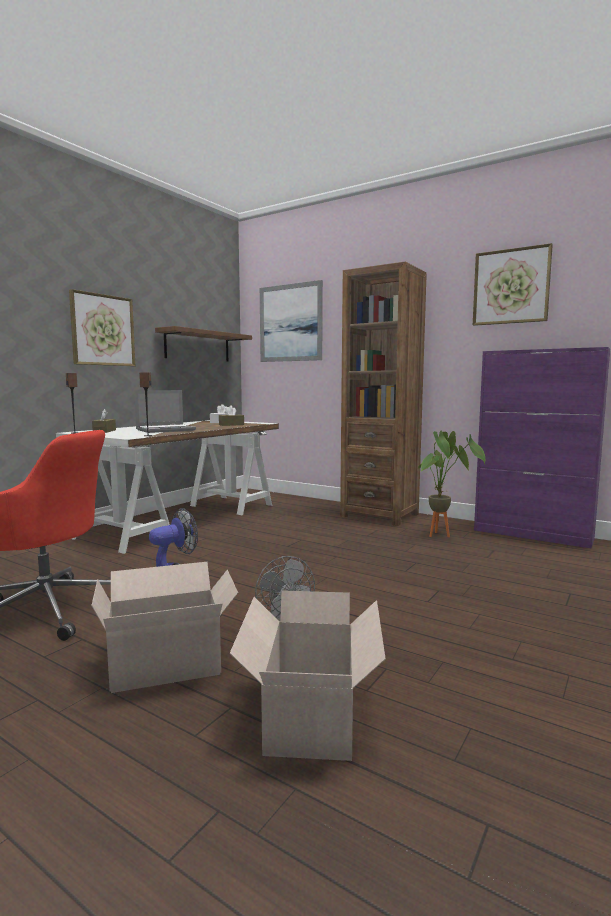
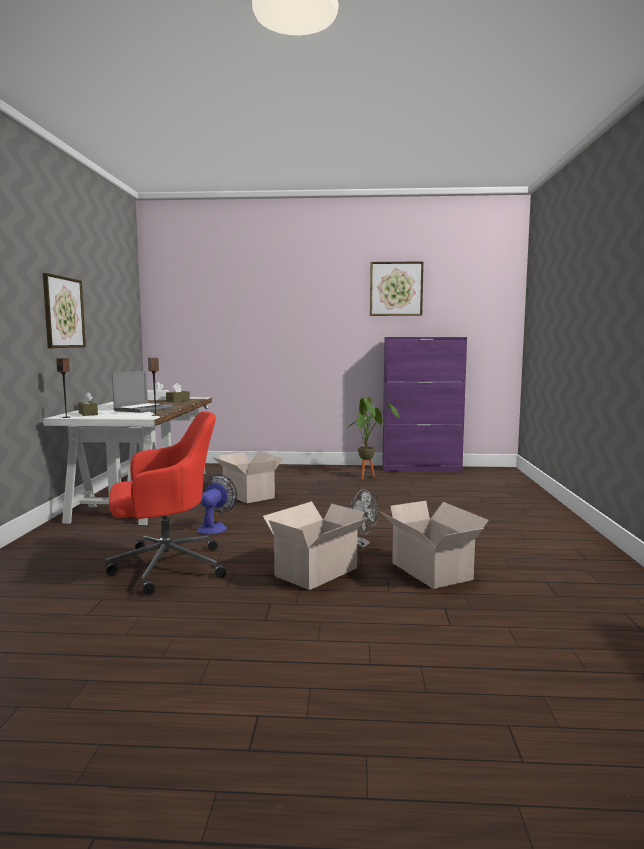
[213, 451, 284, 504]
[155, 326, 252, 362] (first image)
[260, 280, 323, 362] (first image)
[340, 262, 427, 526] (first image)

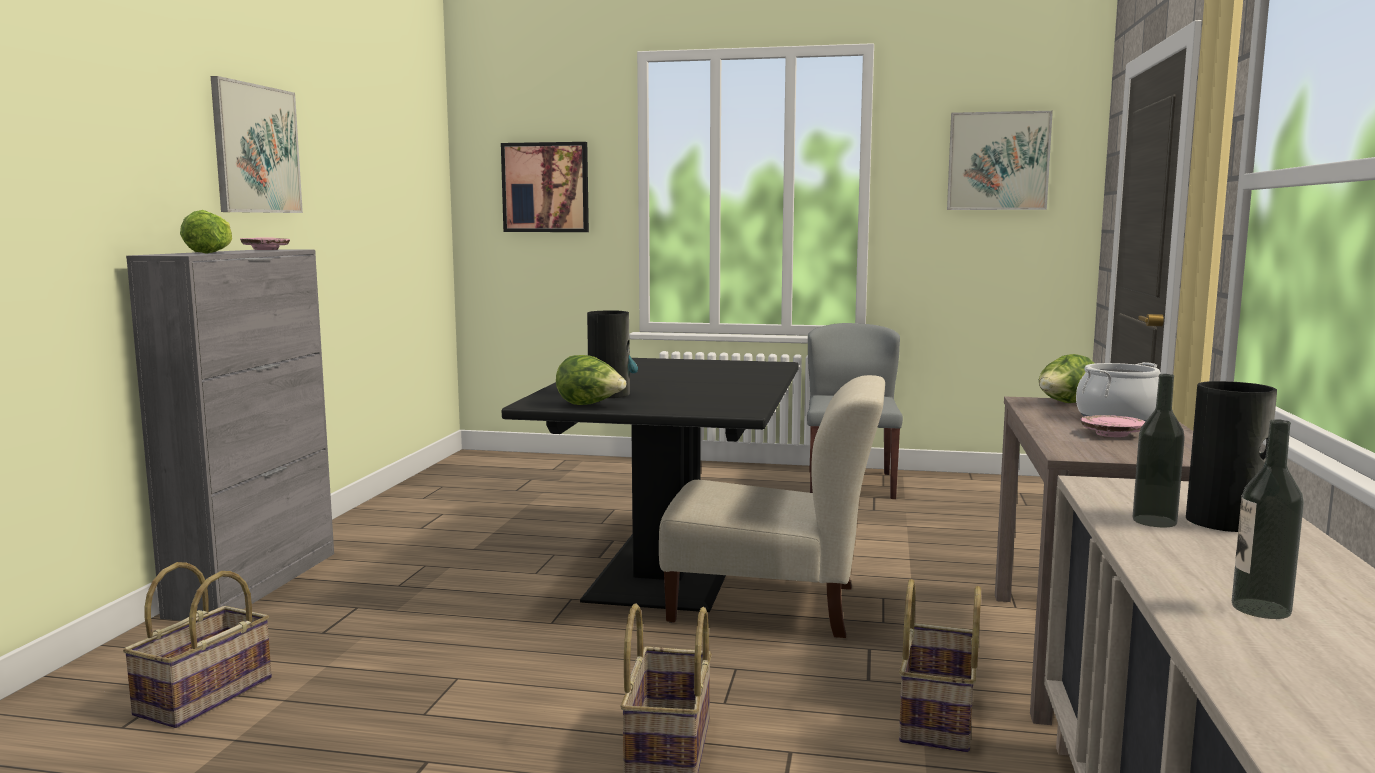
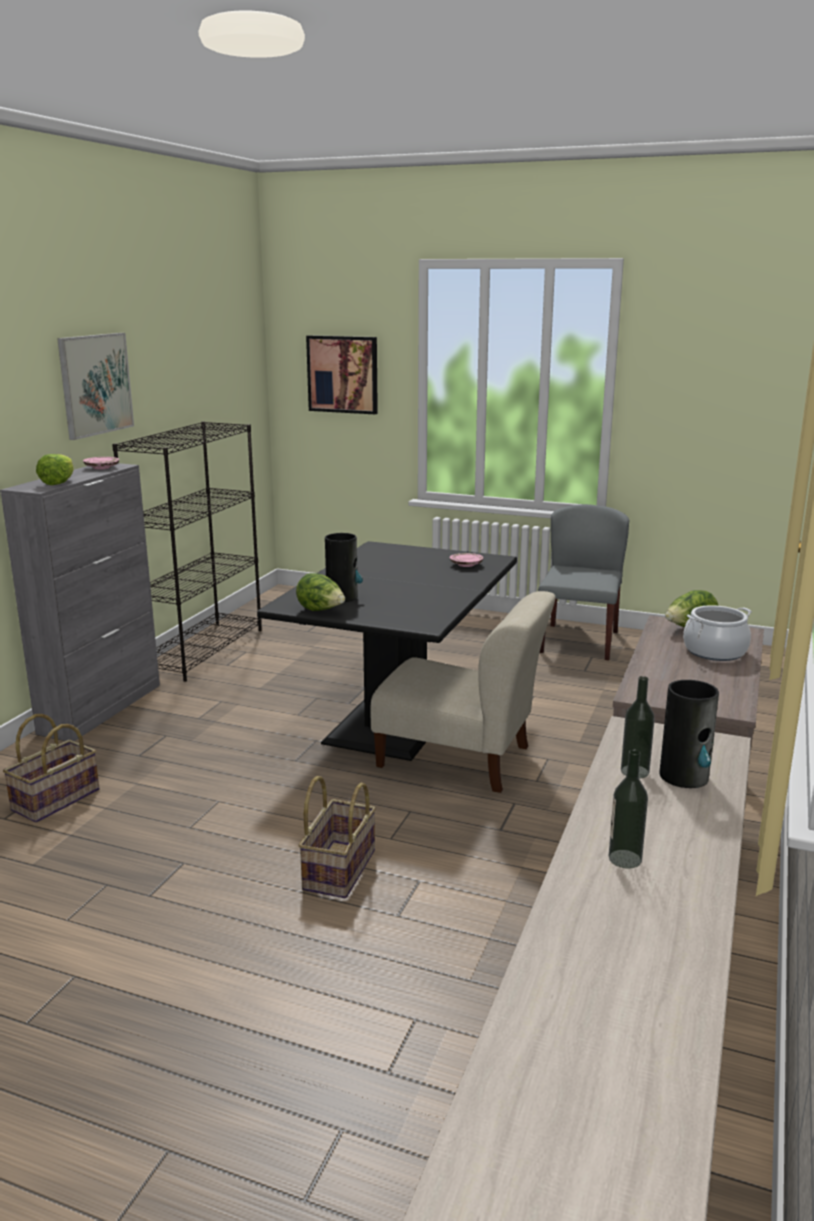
[112, 421, 262, 682]
[450, 553, 483, 567]
[899, 579, 981, 752] (first image)
[947, 111, 1053, 210] (first image)

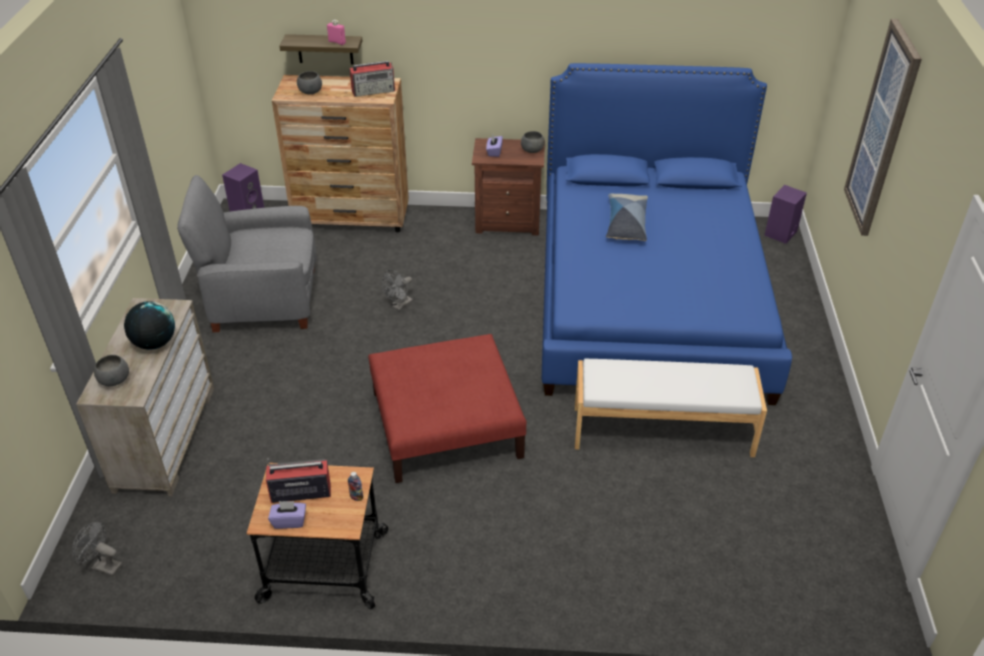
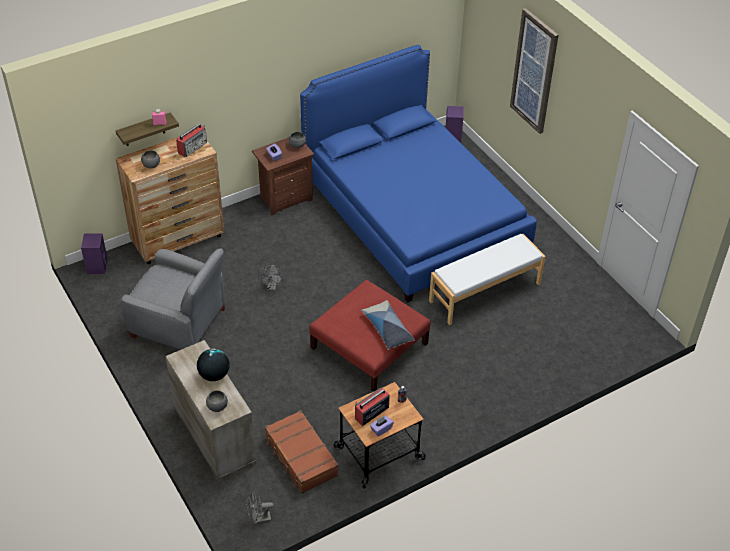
[121, 249, 225, 350]
[265, 410, 339, 494]
[361, 300, 415, 350]

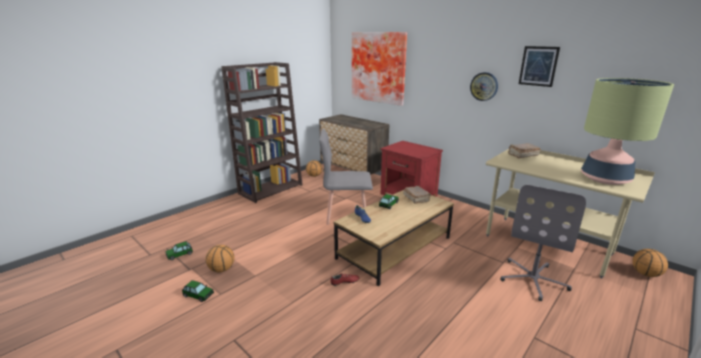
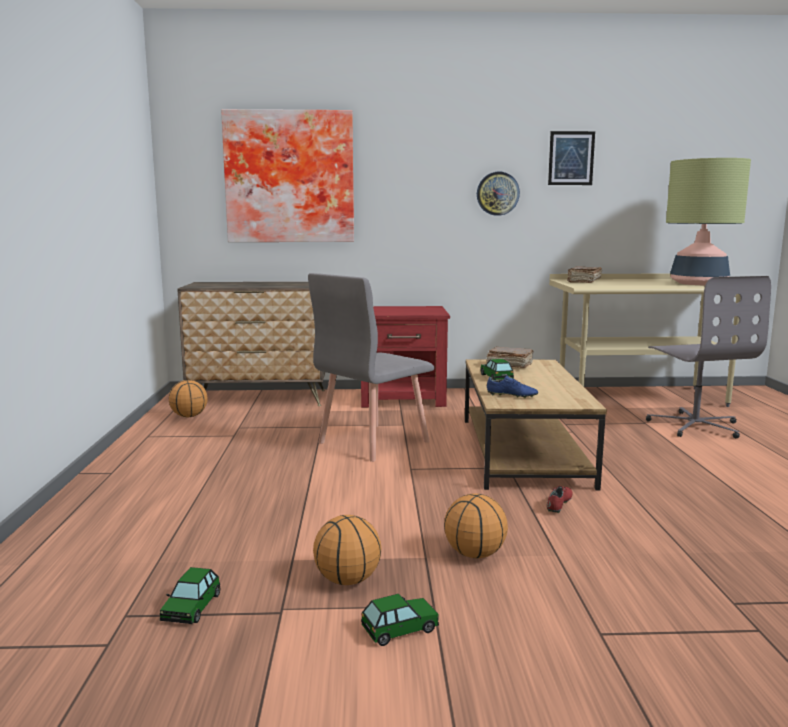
[444, 493, 508, 558]
[221, 62, 303, 203] (first image)

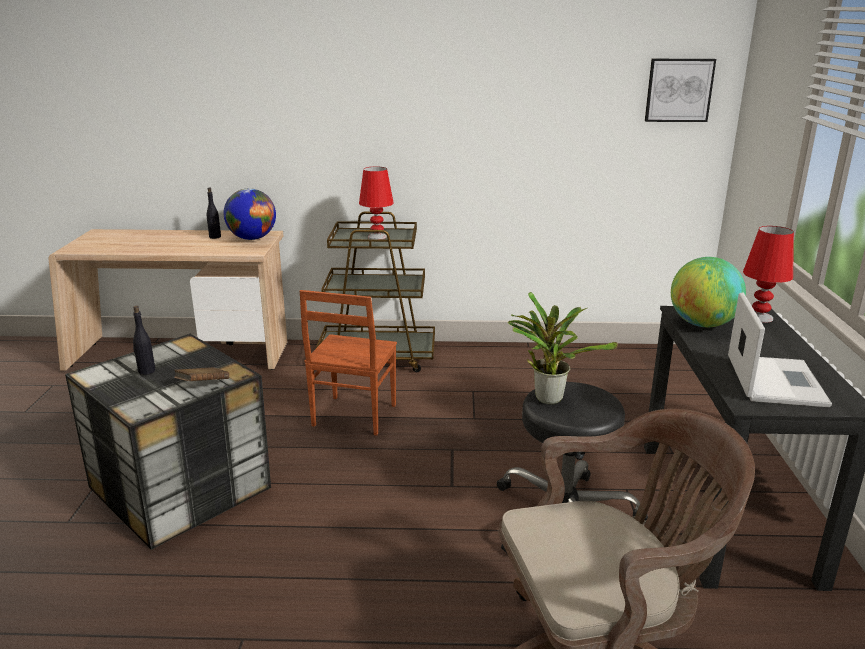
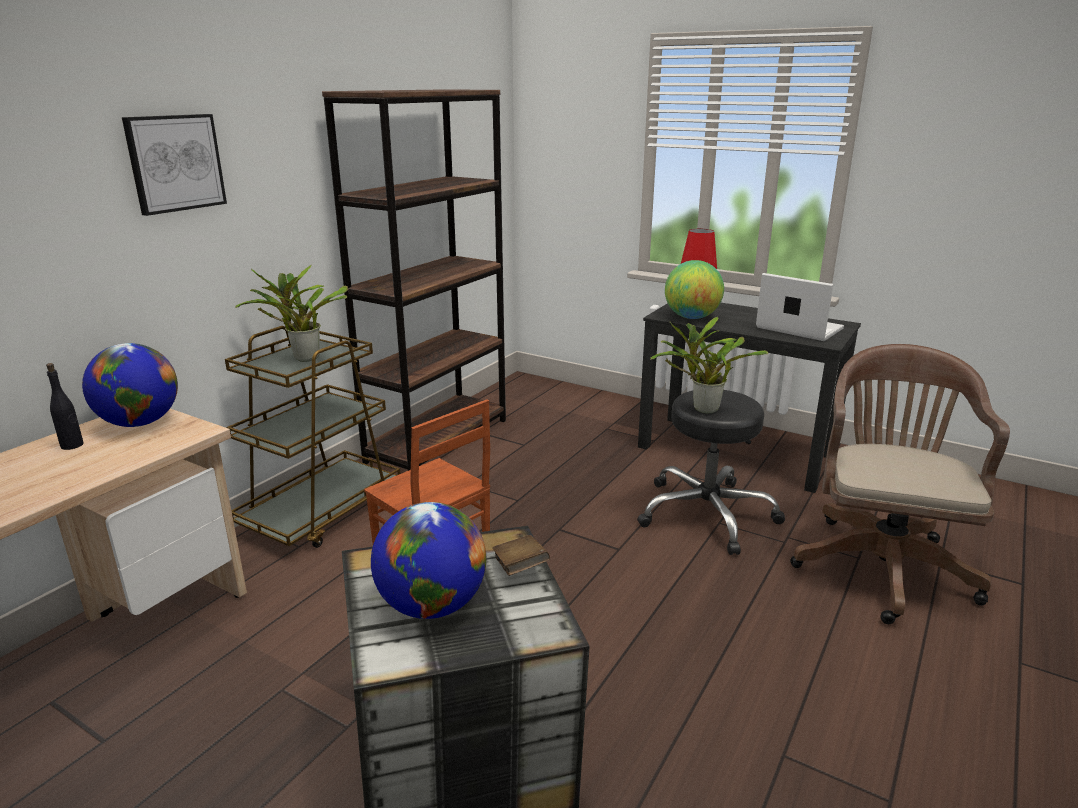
[122, 114, 227, 216]
[235, 265, 348, 362]
[322, 89, 506, 471]
[371, 502, 486, 619]

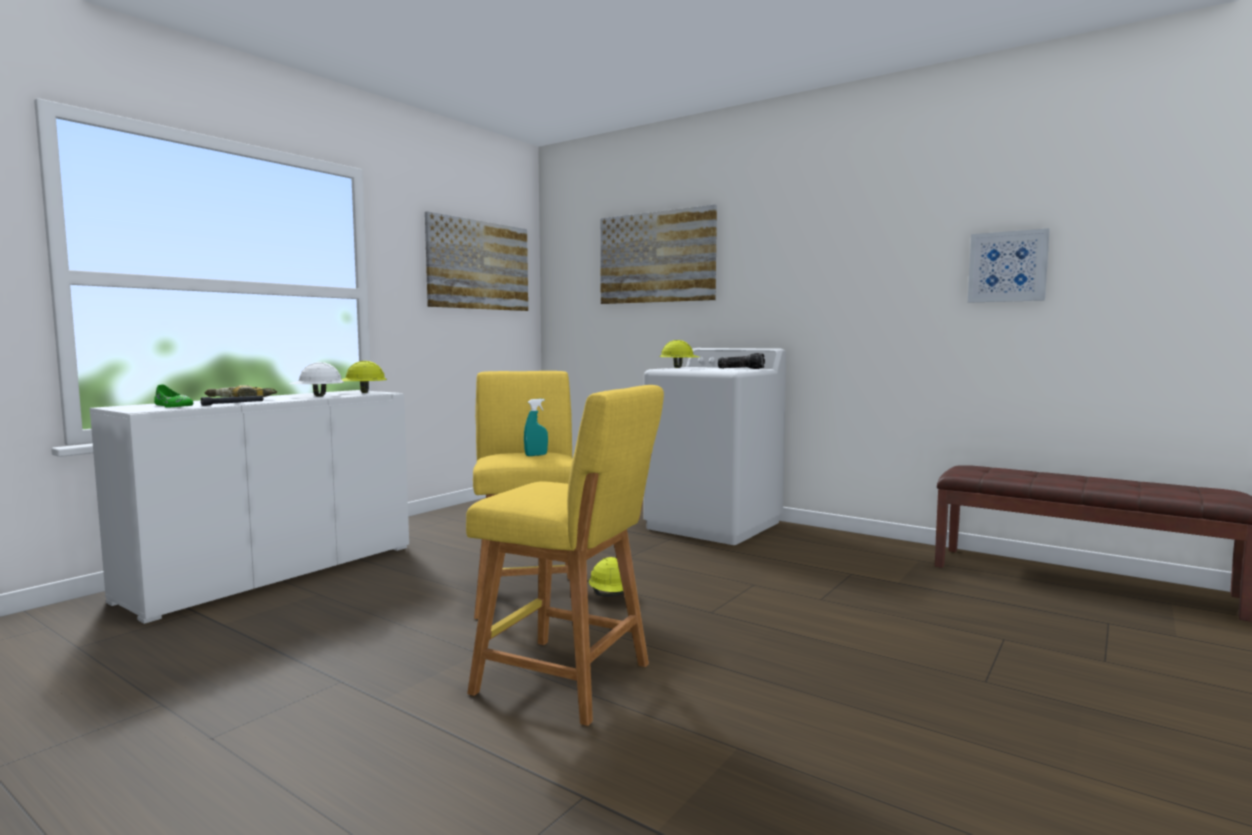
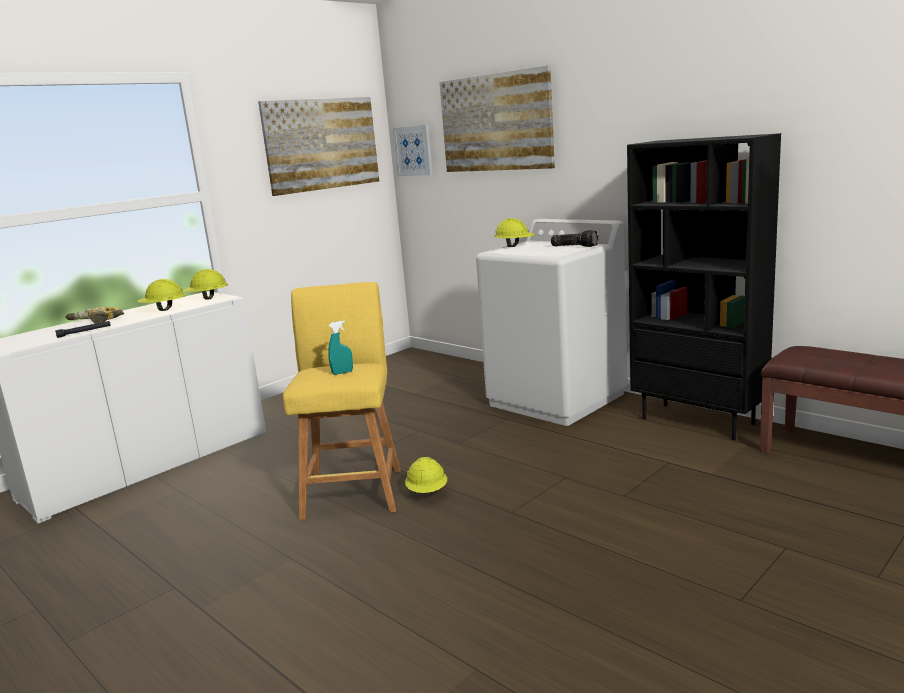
[137, 279, 185, 311]
[393, 125, 433, 176]
[627, 133, 781, 440]
[154, 385, 193, 408] (first image)
[466, 385, 664, 726] (first image)

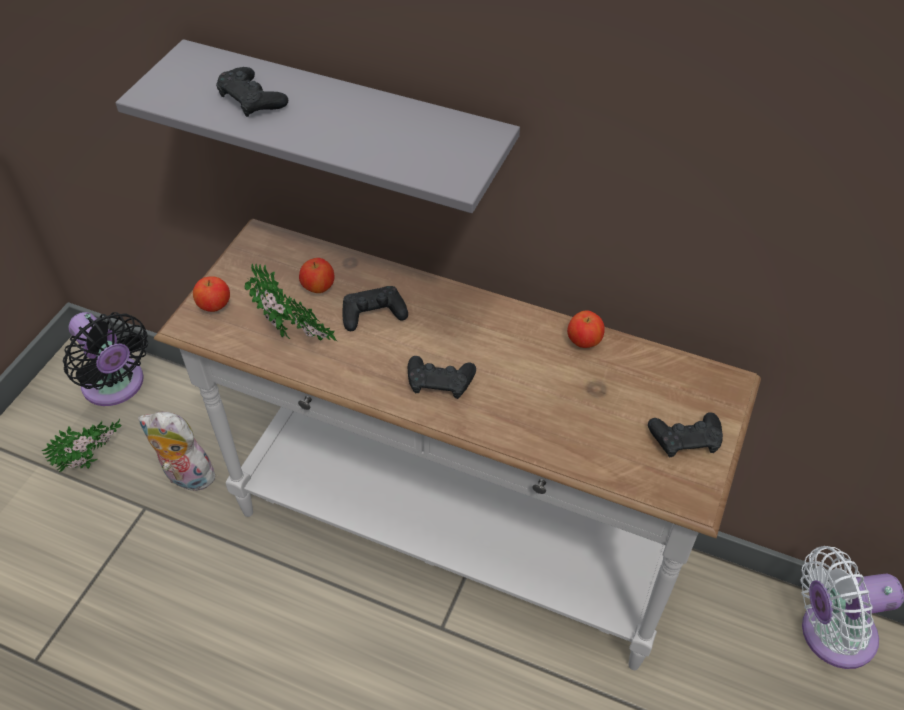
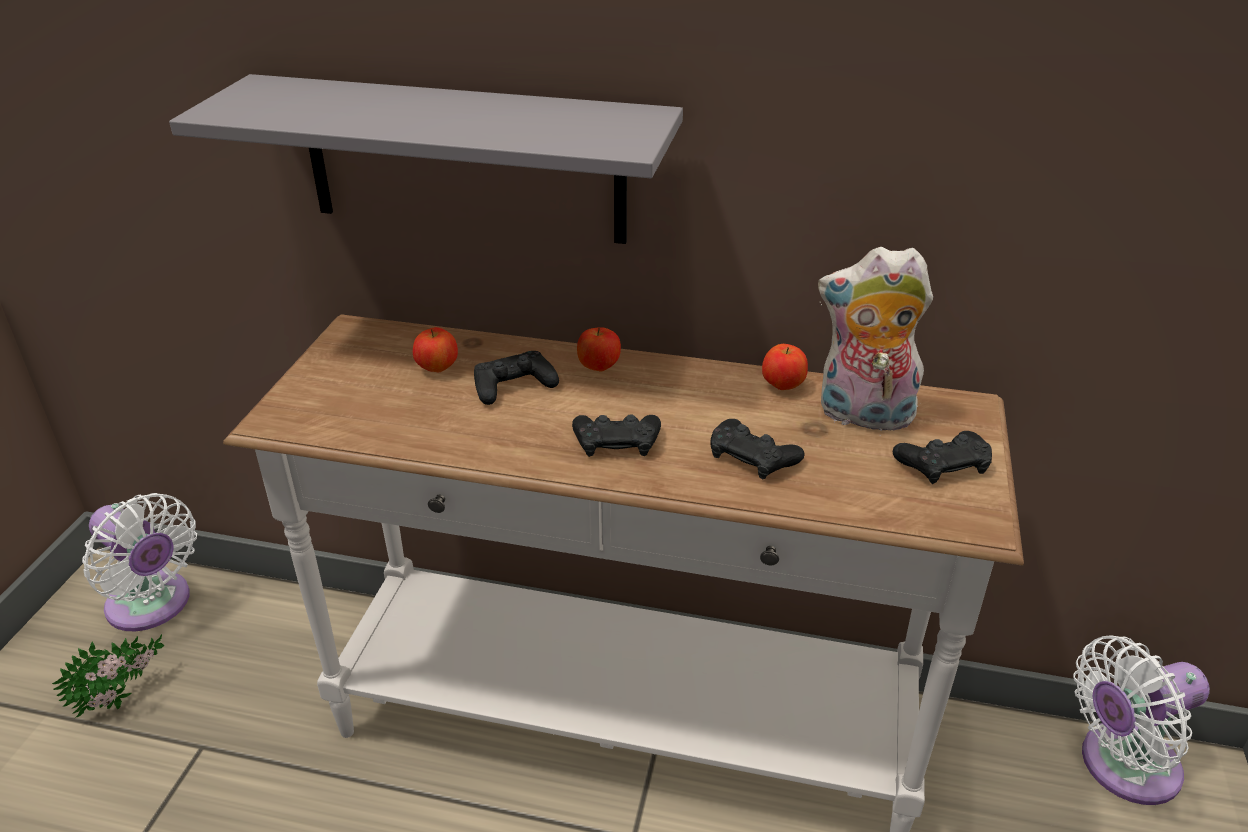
[82, 493, 197, 631]
[577, 327, 621, 371]
[710, 419, 804, 480]
[818, 247, 933, 431]
[245, 263, 338, 342] (first image)

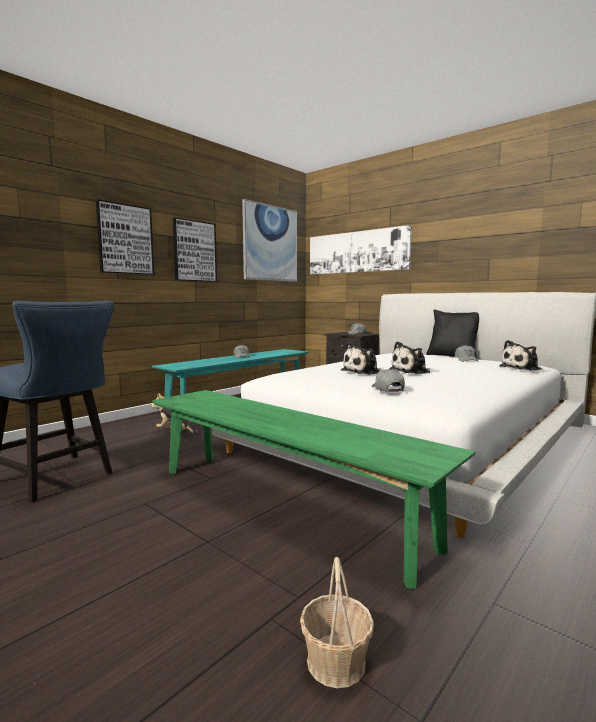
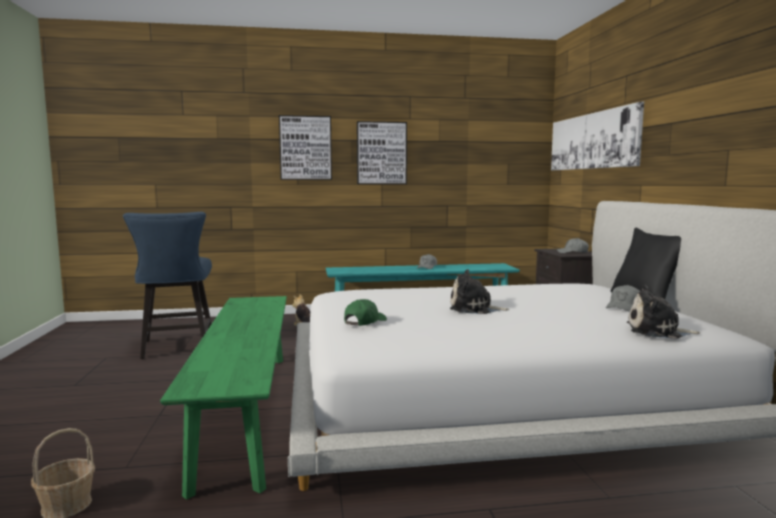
[344, 299, 387, 326]
[242, 199, 297, 282] (first image)
[341, 342, 381, 375] (first image)

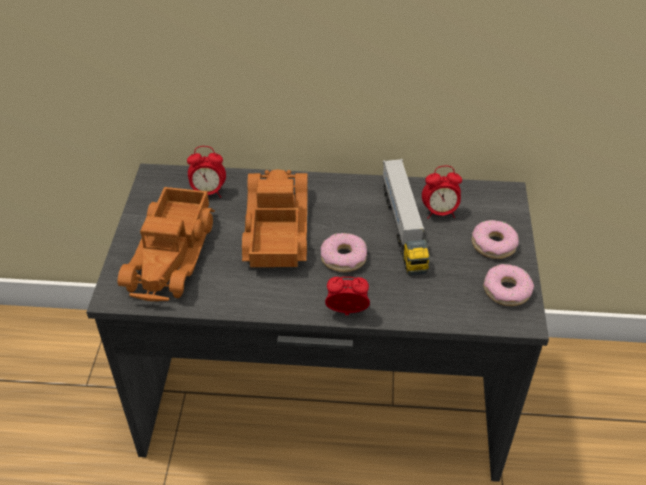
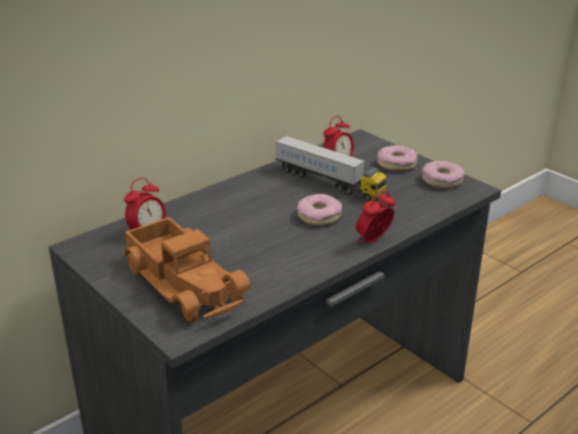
[242, 169, 308, 267] (first image)

